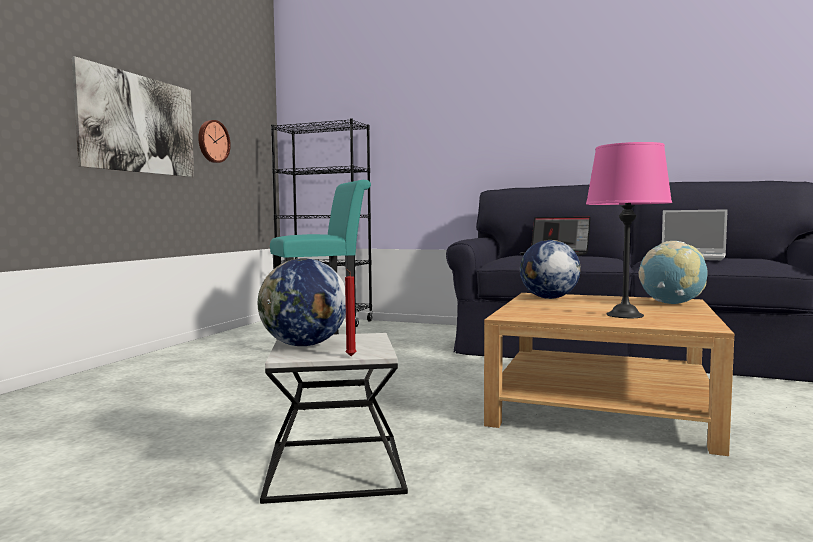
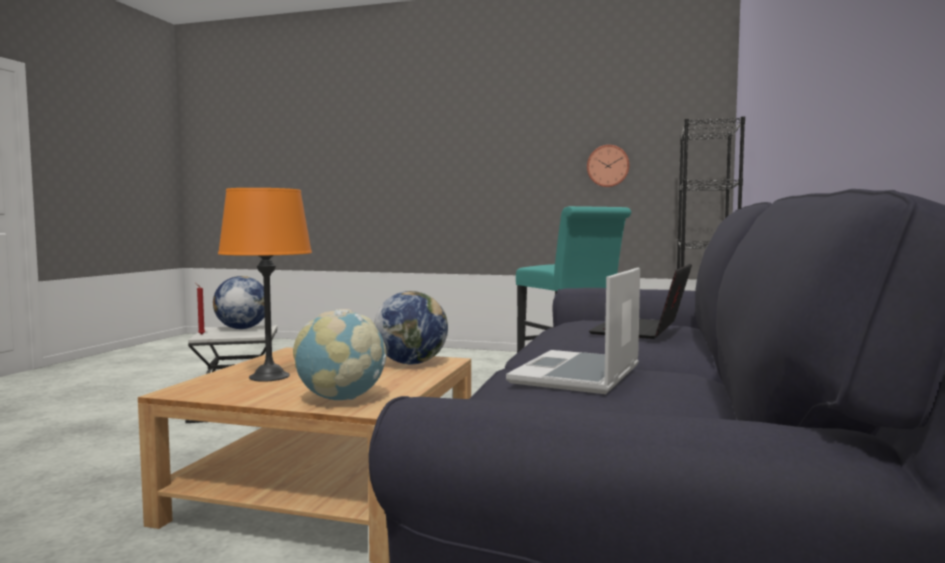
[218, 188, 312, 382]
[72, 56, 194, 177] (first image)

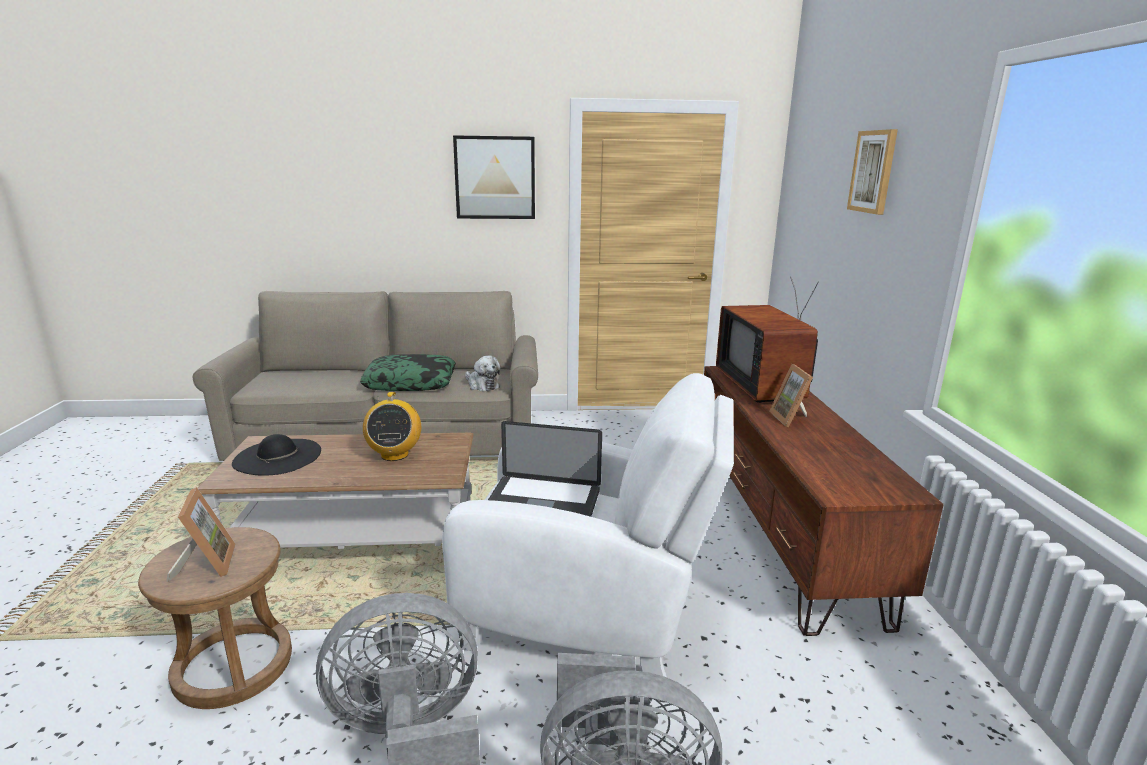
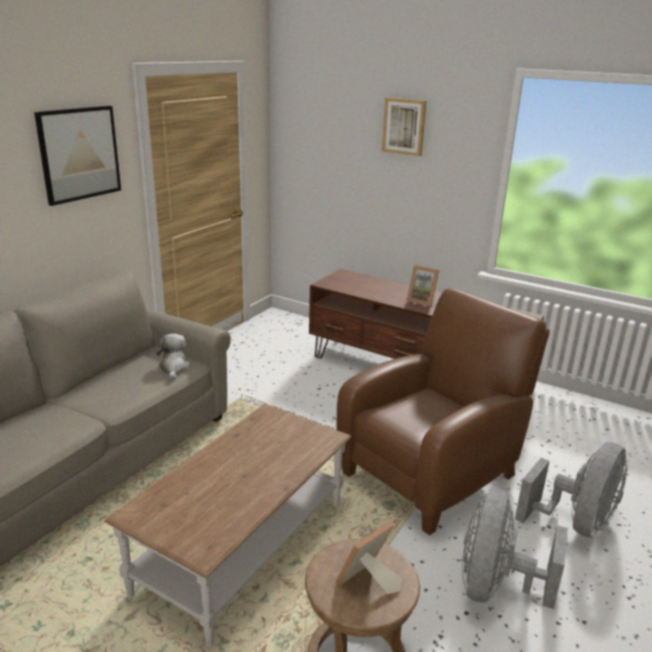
[156, 334, 190, 380]
[336, 288, 550, 535]
[336, 521, 402, 594]
[232, 434, 321, 476] (first image)
[360, 354, 456, 391] (first image)
[363, 392, 421, 461] (first image)
[488, 421, 602, 517] (first image)
[716, 277, 819, 403] (first image)

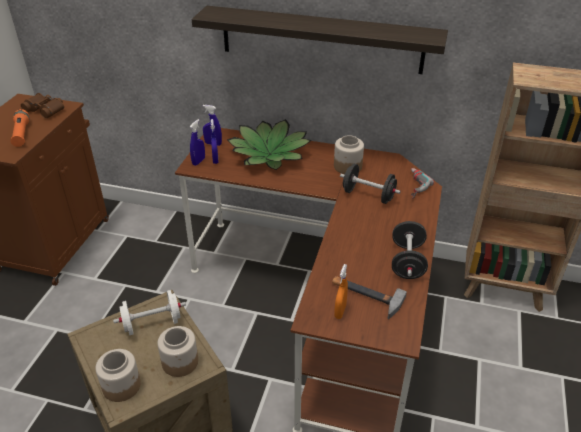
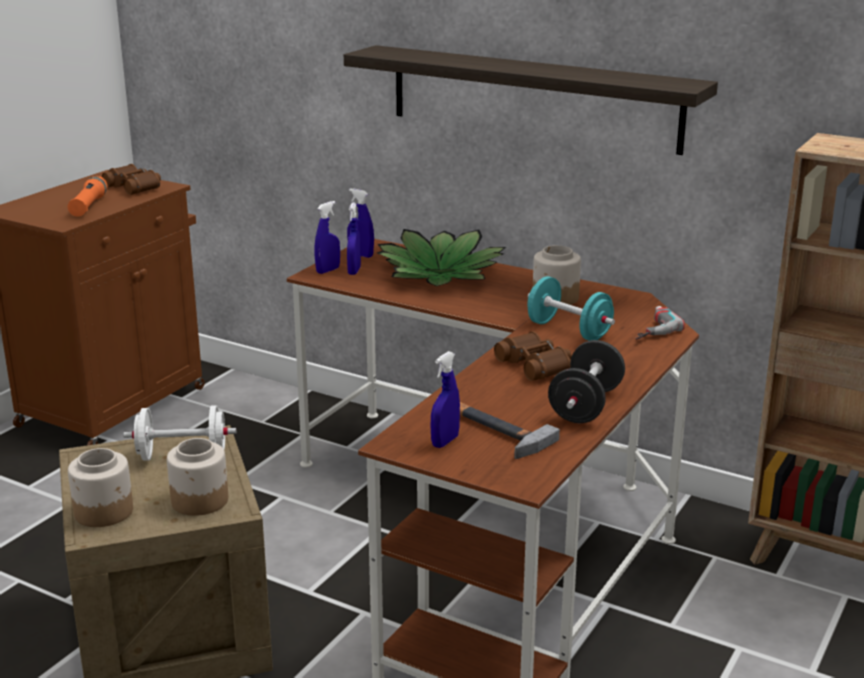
[431, 351, 460, 448]
[494, 331, 572, 381]
[527, 276, 615, 341]

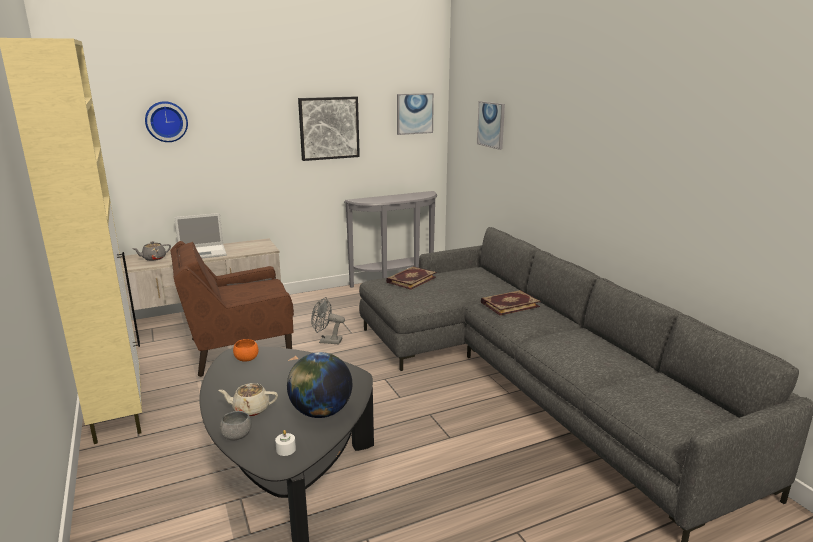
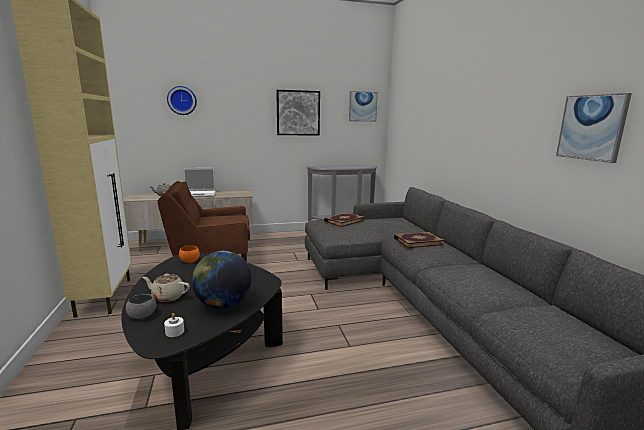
[556, 93, 632, 163]
[311, 297, 345, 344] (first image)

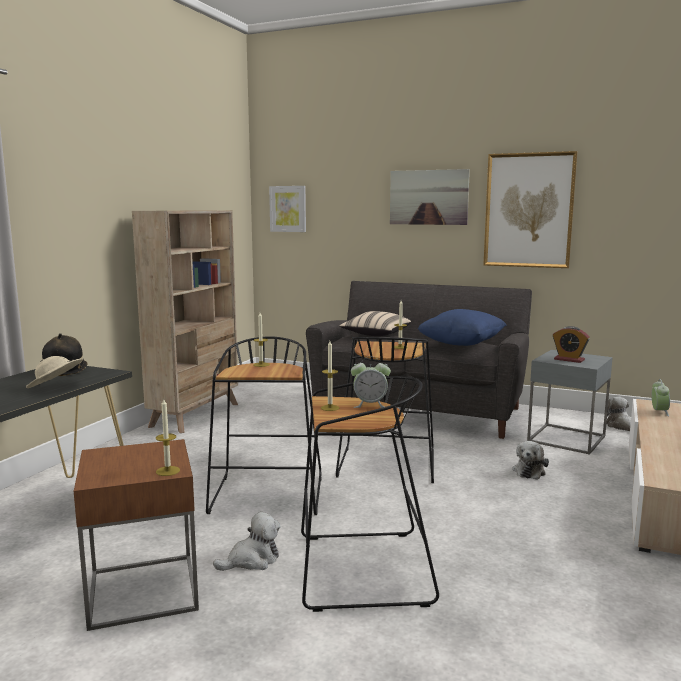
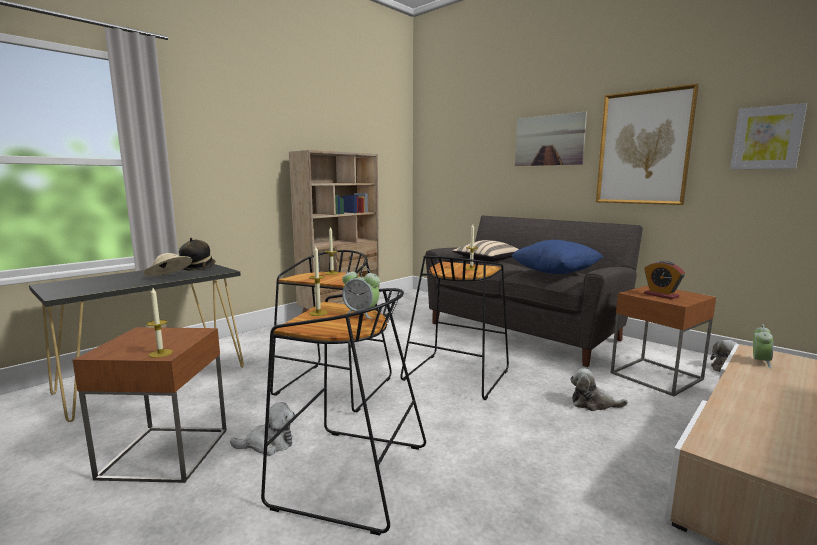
[570, 368, 628, 411]
[611, 285, 716, 397]
[730, 103, 807, 169]

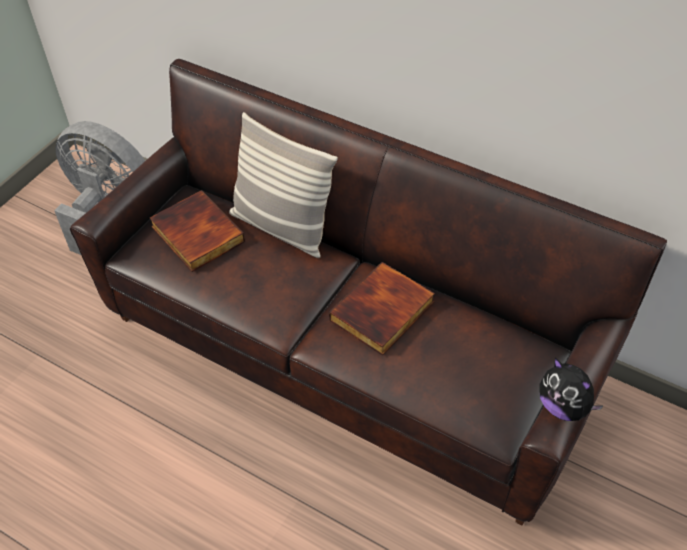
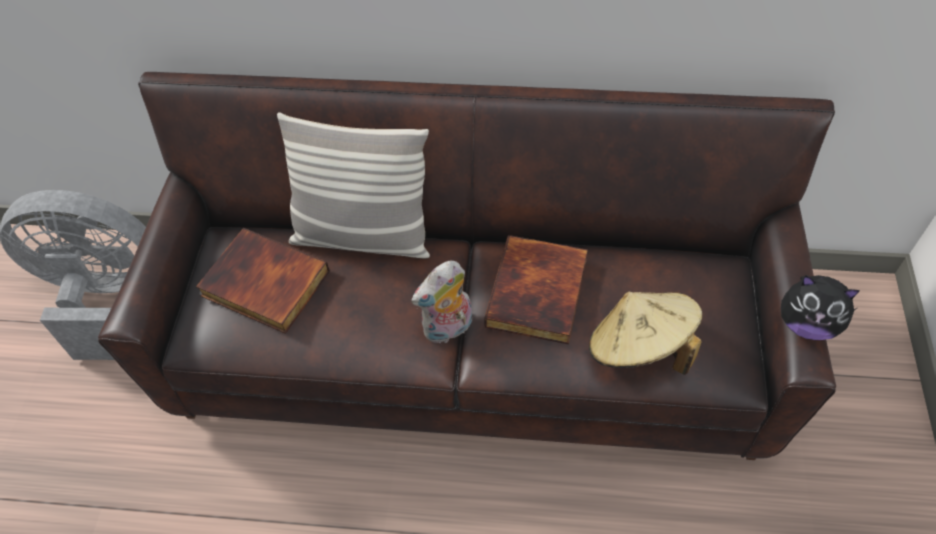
[411, 261, 472, 343]
[589, 291, 702, 375]

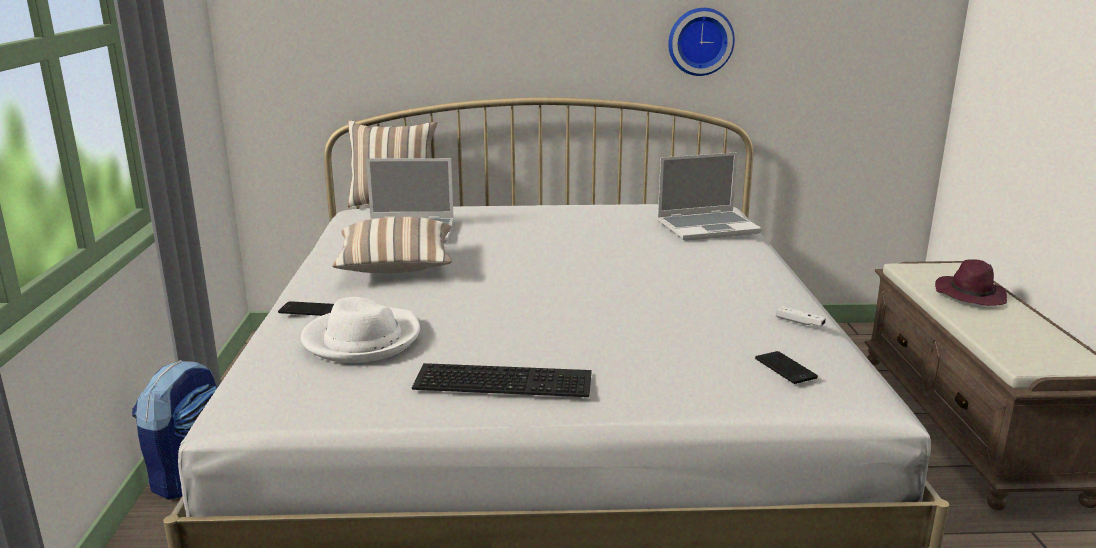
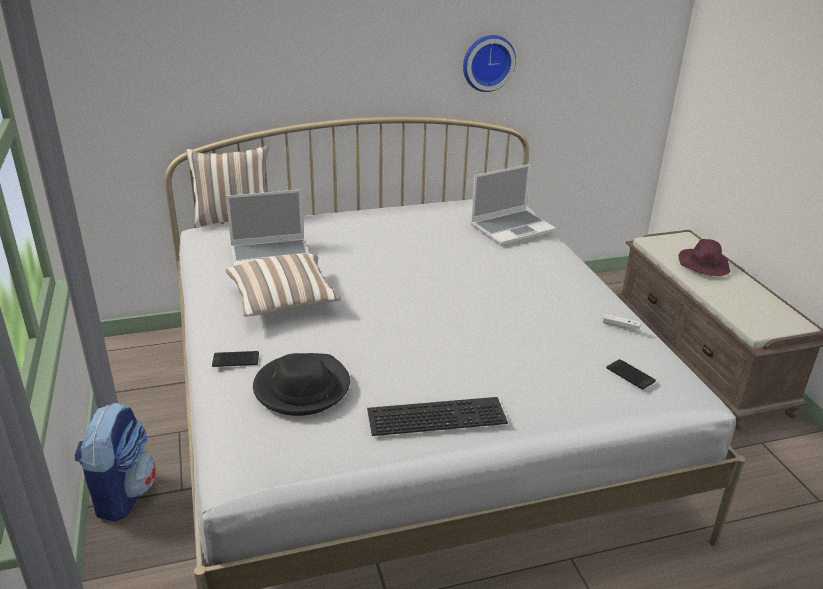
[253, 353, 350, 416]

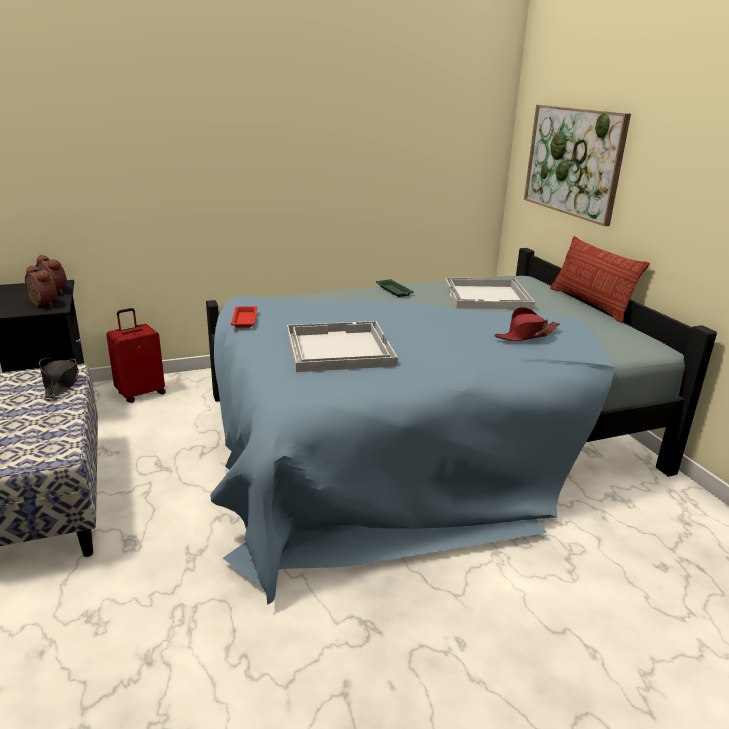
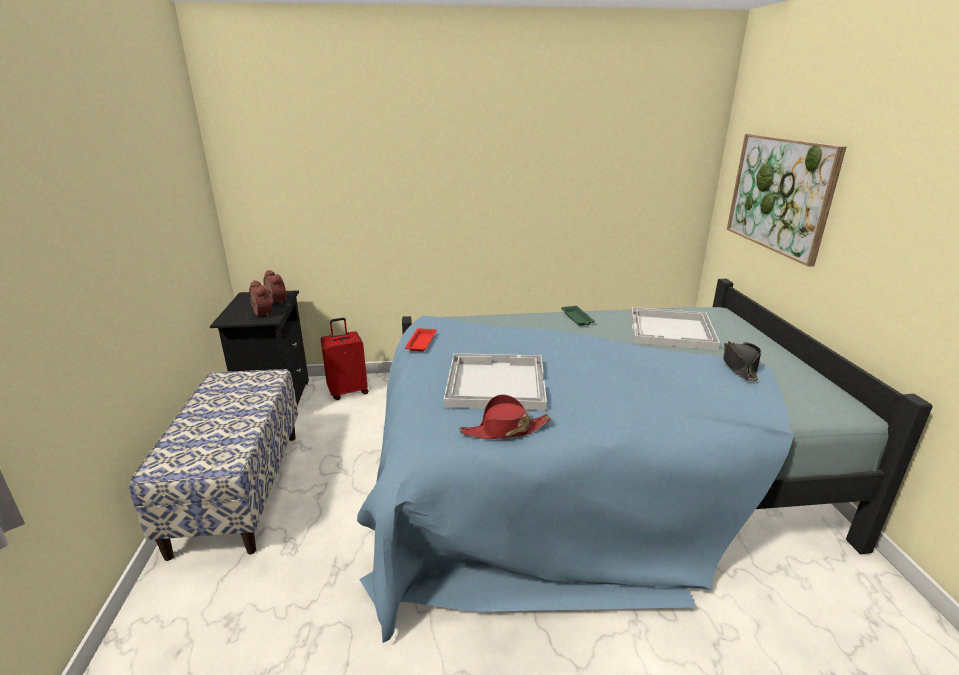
[459, 394, 551, 439]
[723, 341, 761, 381]
[550, 236, 650, 323] (first image)

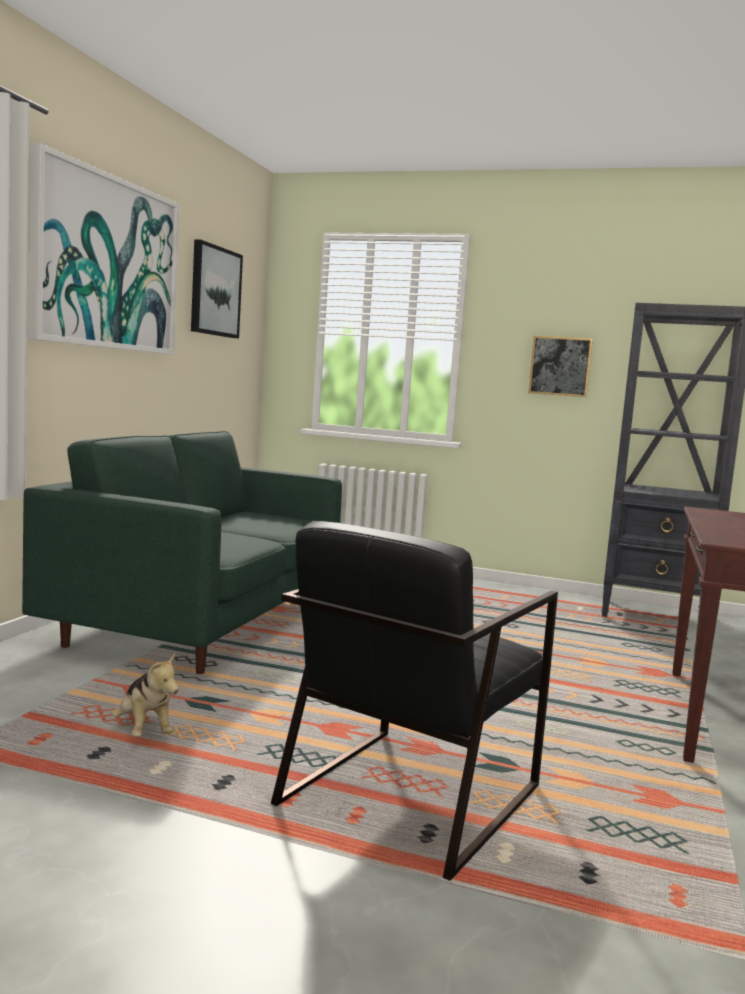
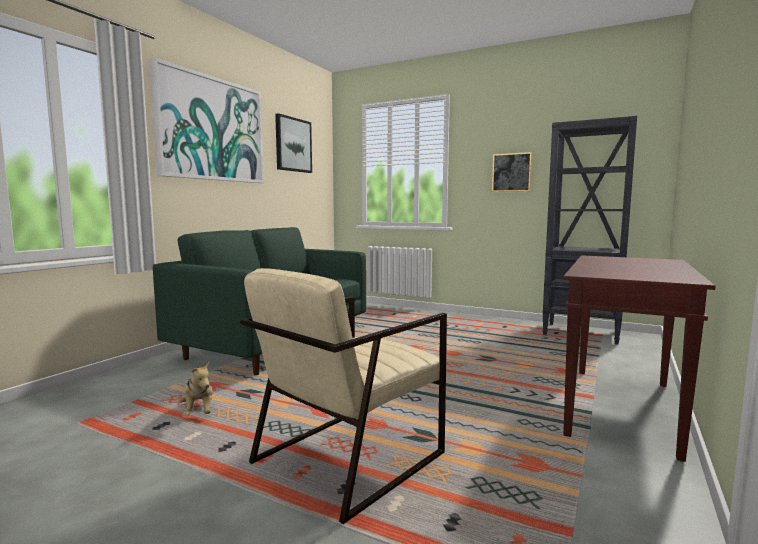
[240, 268, 447, 524]

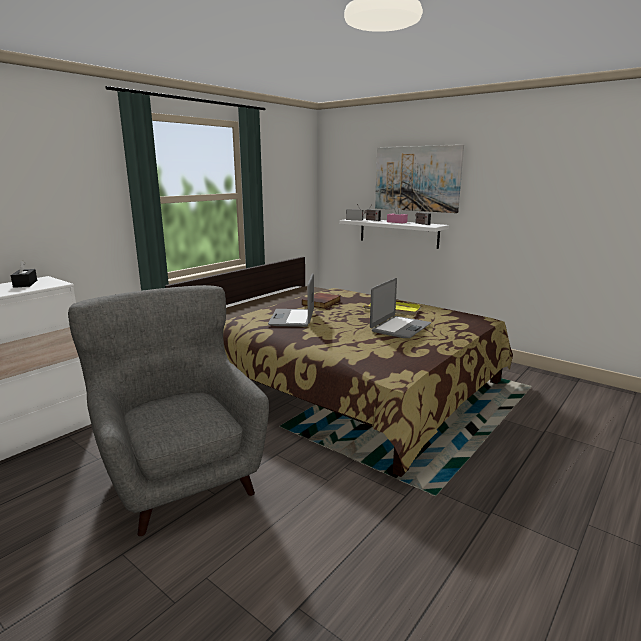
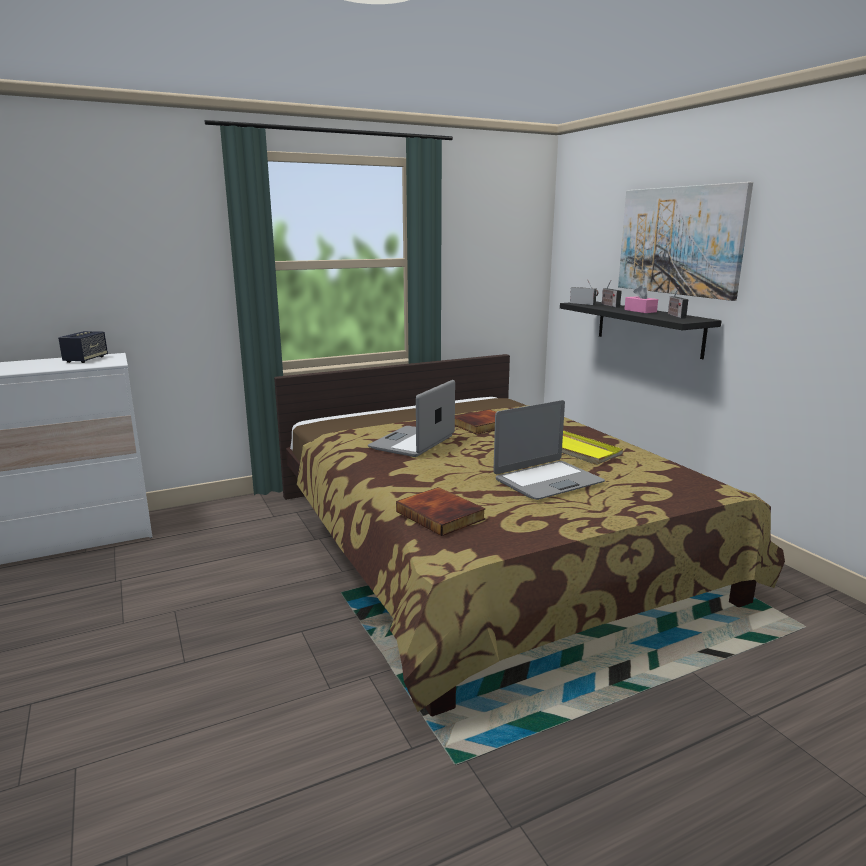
[58, 331, 108, 363]
[396, 487, 486, 536]
[560, 301, 722, 359]
[68, 285, 269, 536] (first image)

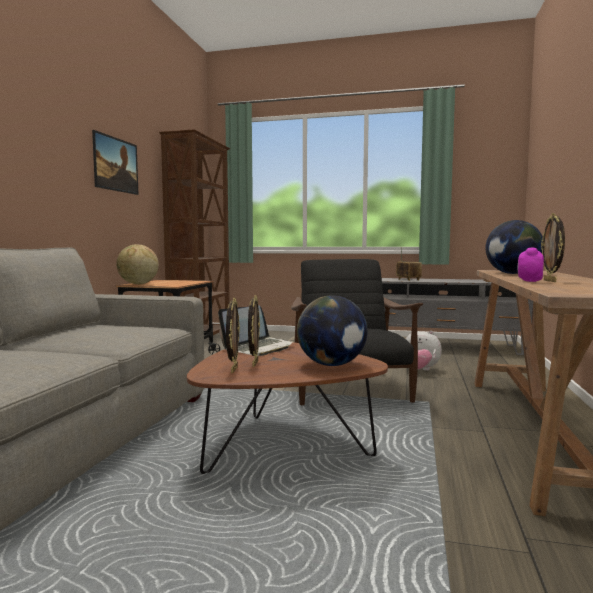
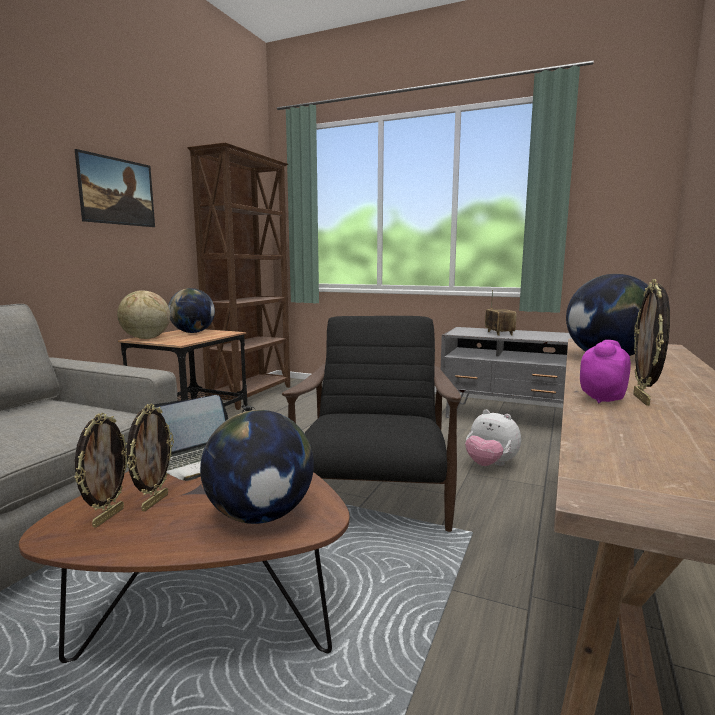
[168, 288, 215, 333]

